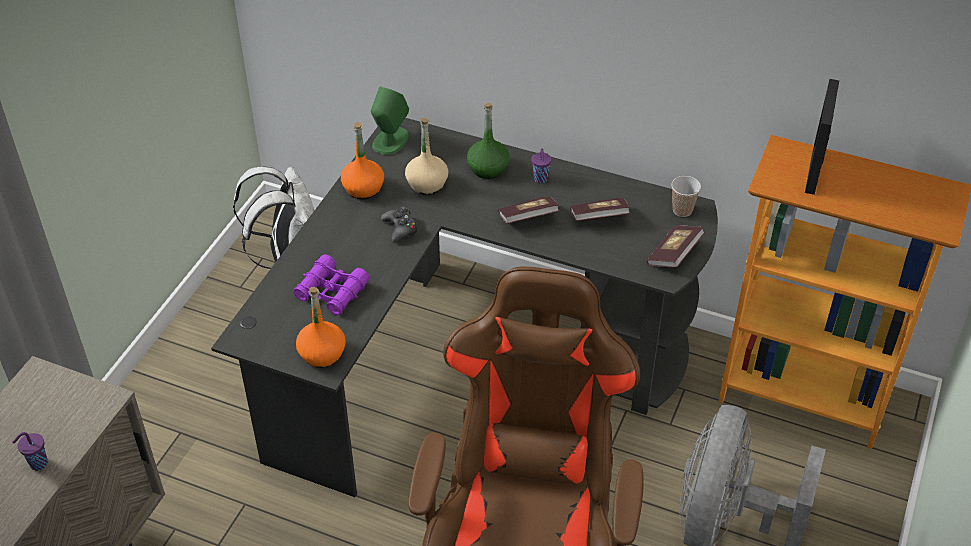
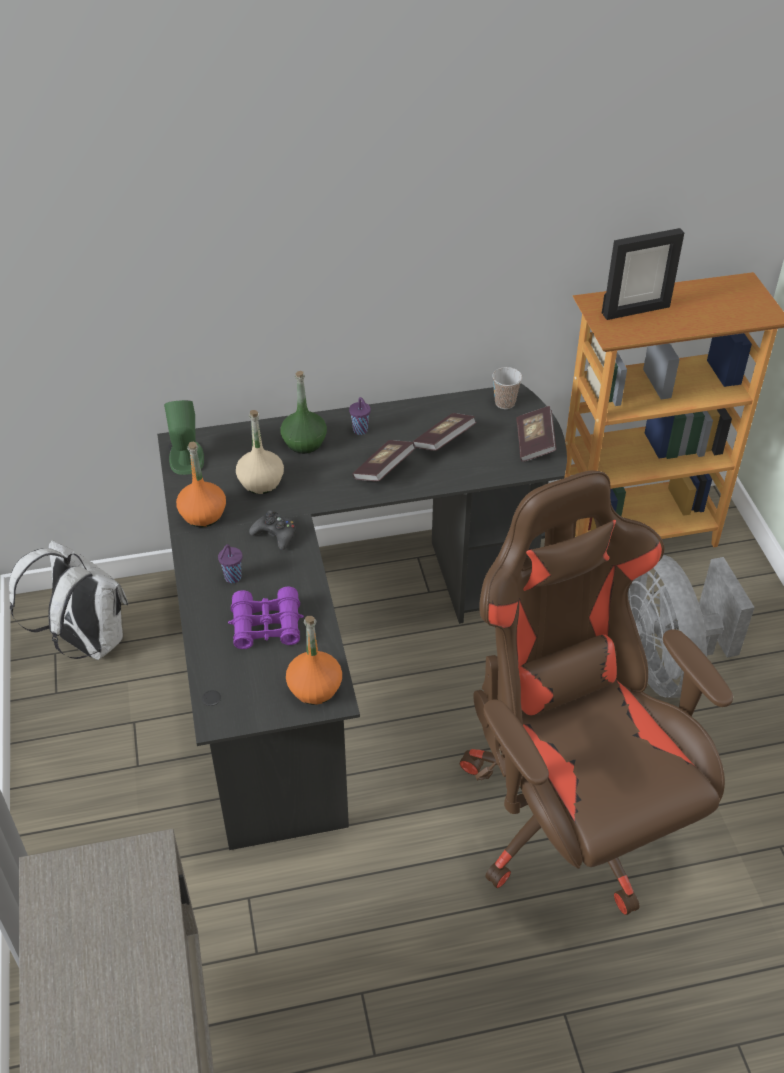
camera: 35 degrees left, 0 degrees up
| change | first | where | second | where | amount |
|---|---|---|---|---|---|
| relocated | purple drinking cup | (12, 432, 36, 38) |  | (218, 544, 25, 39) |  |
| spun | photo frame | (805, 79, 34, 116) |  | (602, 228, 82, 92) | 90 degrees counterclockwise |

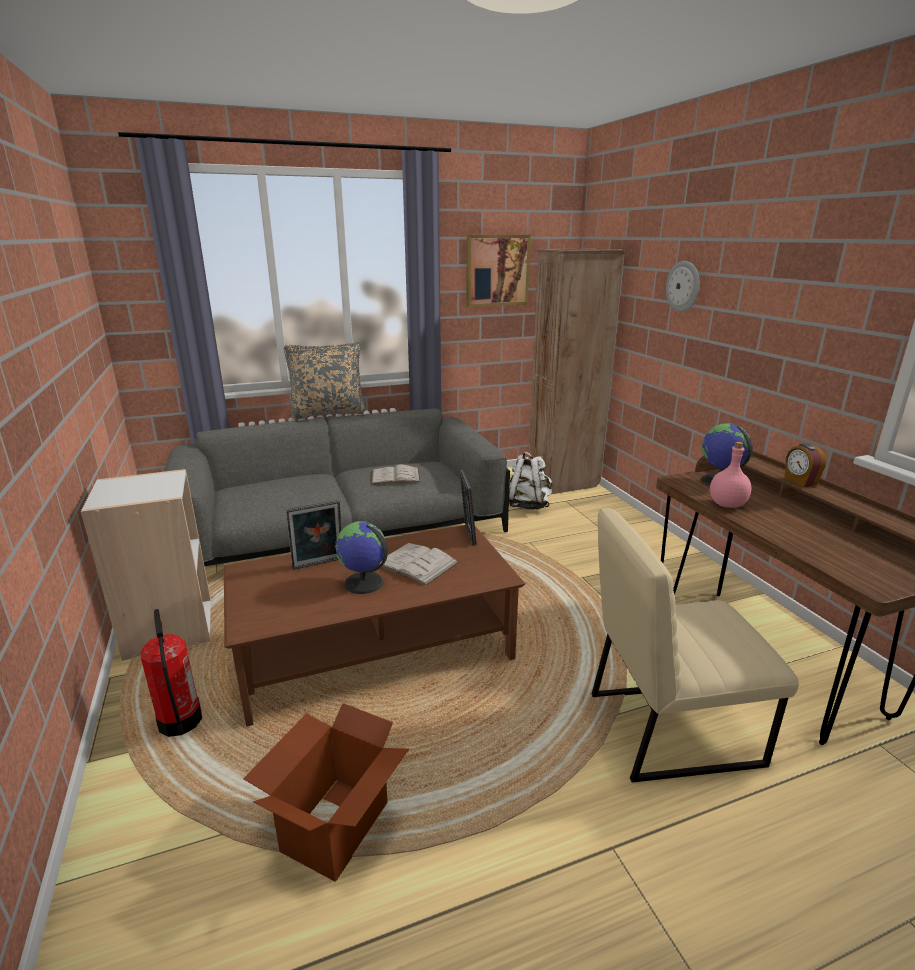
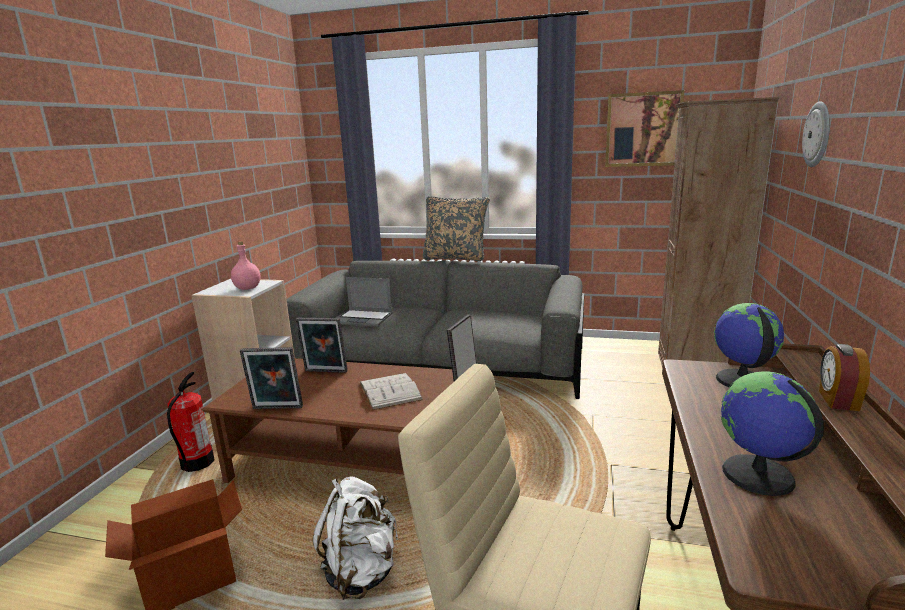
camera: 35 degrees right, 5 degrees down
| change | first | where | second | where | amount |
|---|---|---|---|---|---|
| missing | white-coloured book | (371, 464, 49, 21) |  |  |  |
| appeared |  |  | photo frame | (240, 347, 63, 62) |  |
| appeared |  |  | laptop | (338, 277, 54, 50) |  |
| relocated | world globe | (335, 521, 53, 73) |  | (721, 371, 103, 125) |  |
| relocated | white-coloured backpack | (509, 452, 44, 58) |  | (312, 477, 86, 123) |  |
| relocated | pinkish bottle | (710, 442, 42, 66) |  | (231, 241, 30, 49) |  |

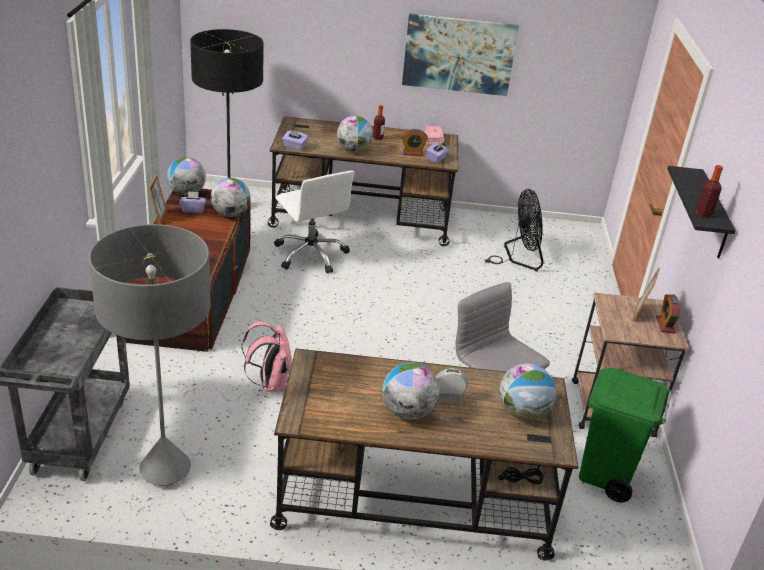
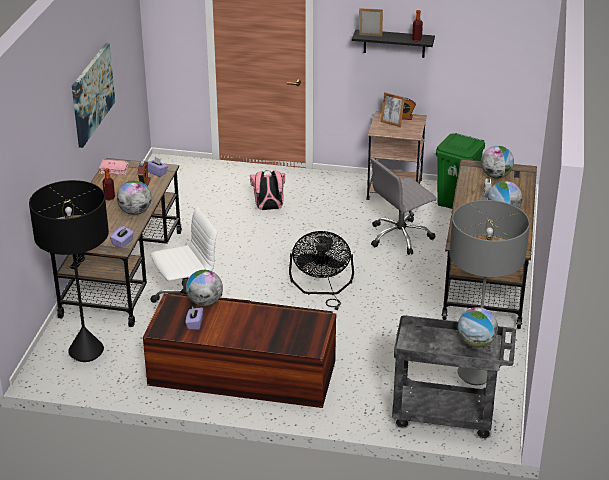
camera: 80 degrees left, 0 degrees up
| change | first | where | second | where | amount |
|---|---|---|---|---|---|
| relocated | photo frame | (149, 174, 18, 50) |  | (359, 8, 24, 28) |  |
| relocated | world globe | (167, 157, 39, 39) |  | (457, 307, 41, 41) |  |
| relocated | pinkish backpack | (242, 322, 50, 70) |  | (250, 170, 35, 40) |  |
| relocated | black-coloured fan | (484, 189, 59, 83) |  | (289, 231, 65, 79) |  |

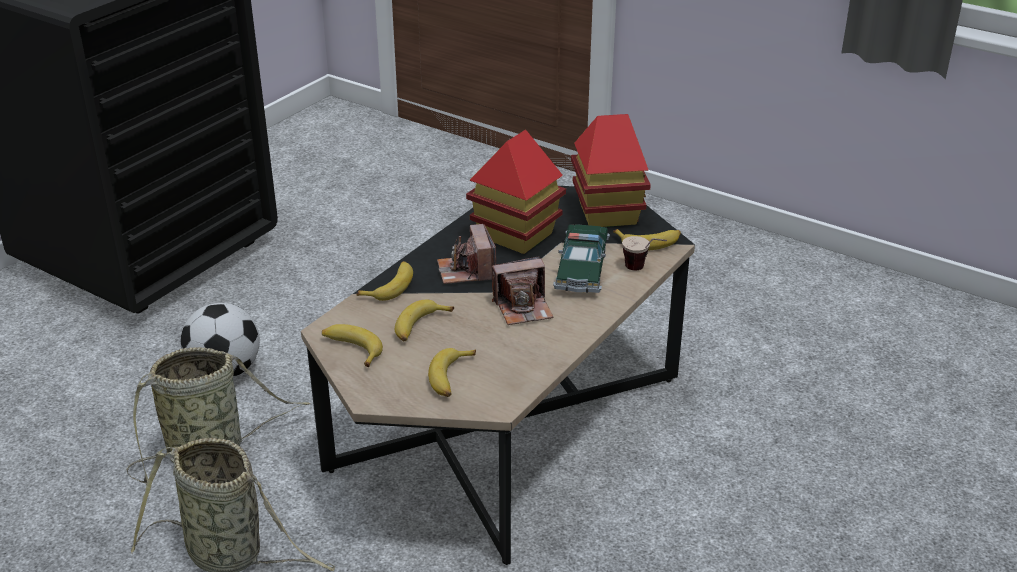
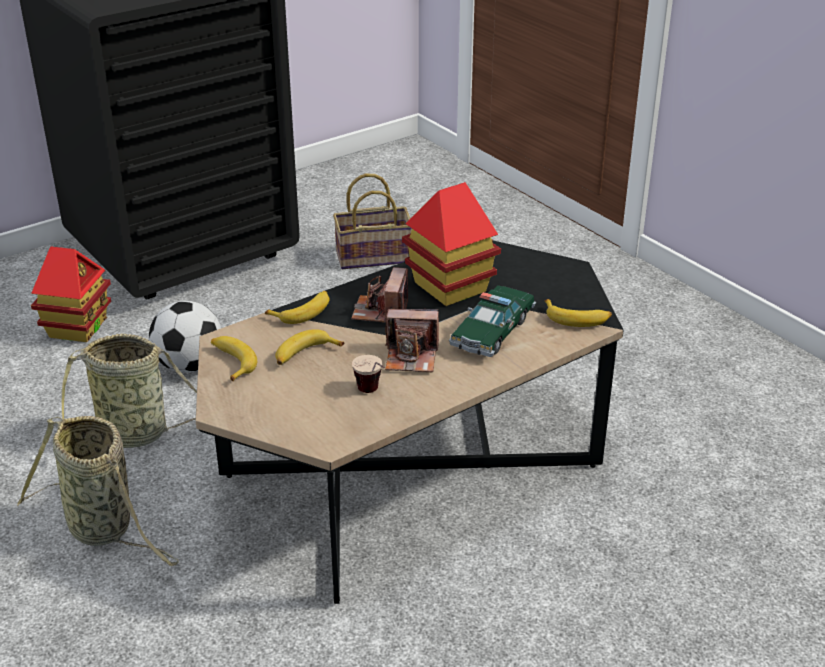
camera: 20 degrees right, 0 degrees up
| change | first | where | second | where | amount |
|---|---|---|---|---|---|
| missing | banana | (428, 348, 48, 49) |  |  |  |
| appeared |  |  | storage basket | (333, 173, 79, 96) |  |
| relocated | model house | (571, 114, 80, 113) |  | (31, 247, 80, 95) |  |
| relocated | drinking cup | (622, 236, 45, 35) |  | (352, 355, 33, 38) |  |

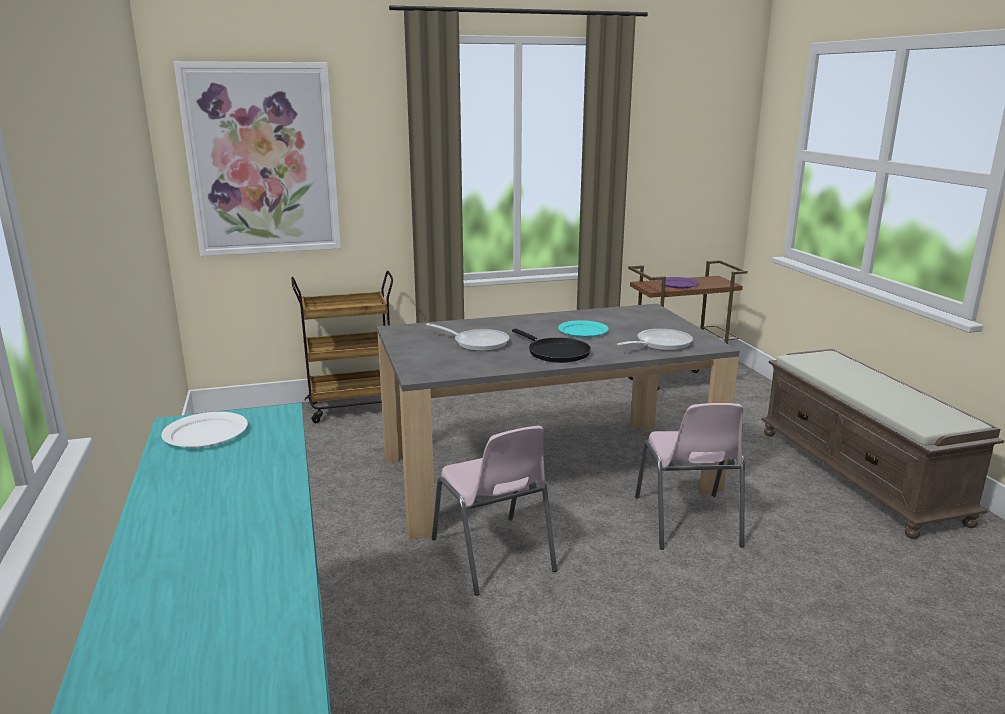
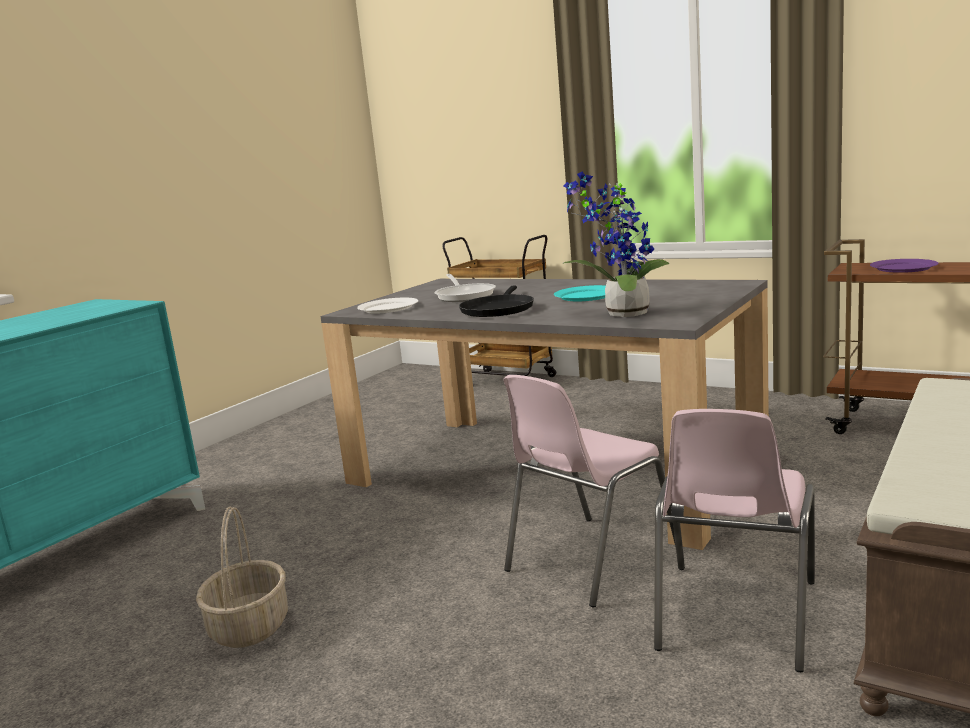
camera: 50 degrees right, 5 degrees down
| change | first | where | second | where | amount |
|---|---|---|---|---|---|
| missing | wall art | (174, 61, 167, 195) |  |  |  |
| appeared |  |  | storage basket | (196, 506, 92, 142) |  |
| relocated | white-coloured dinner plate | (161, 412, 87, 36) |  | (357, 298, 61, 16) |  |
| relocated | pinkish upright chair | (432, 426, 125, 170) |  | (654, 409, 161, 263) |  |
| exchanged | frying pan | (617, 329, 76, 22) | plant in a pot | (563, 172, 107, 145) |  |

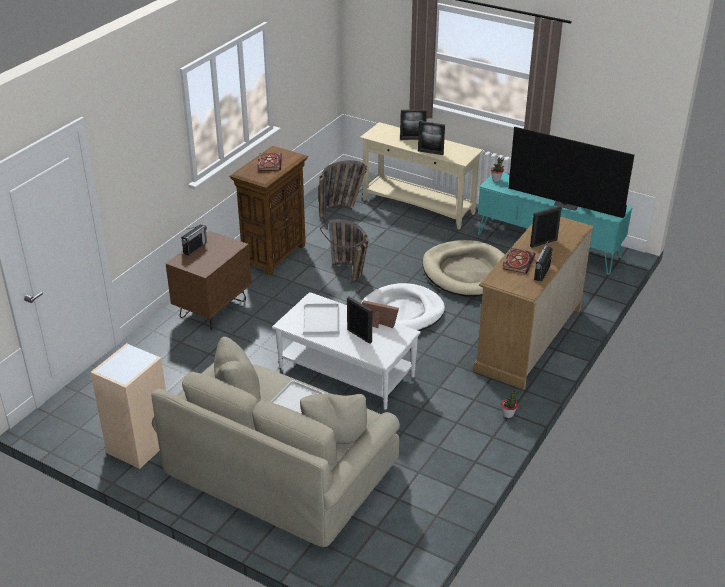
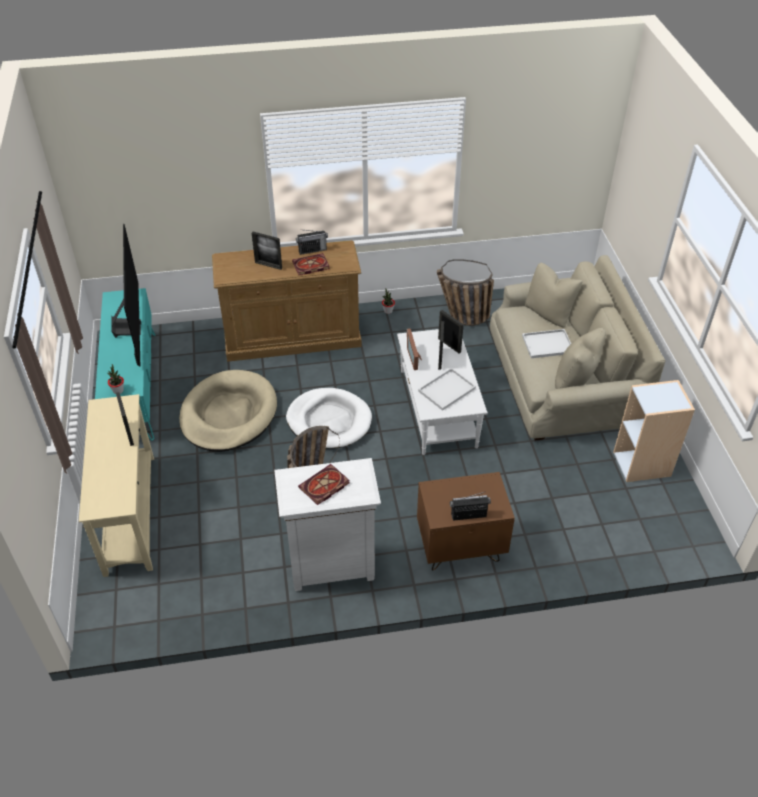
camera: 130 degrees left, 10 degrees up
| change | first | where | second | where | amount |
|---|---|---|---|---|---|
| relocated | storage basket | (319, 160, 48, 61) |  | (437, 259, 57, 67) |  |
| relocated | photo frame | (400, 109, 27, 31) |  | (438, 310, 26, 43) |  |
| colour | brown-coloured cupboard | (229, 146, 79, 129) | white-coloured cupboard | (274, 458, 107, 133) |  |

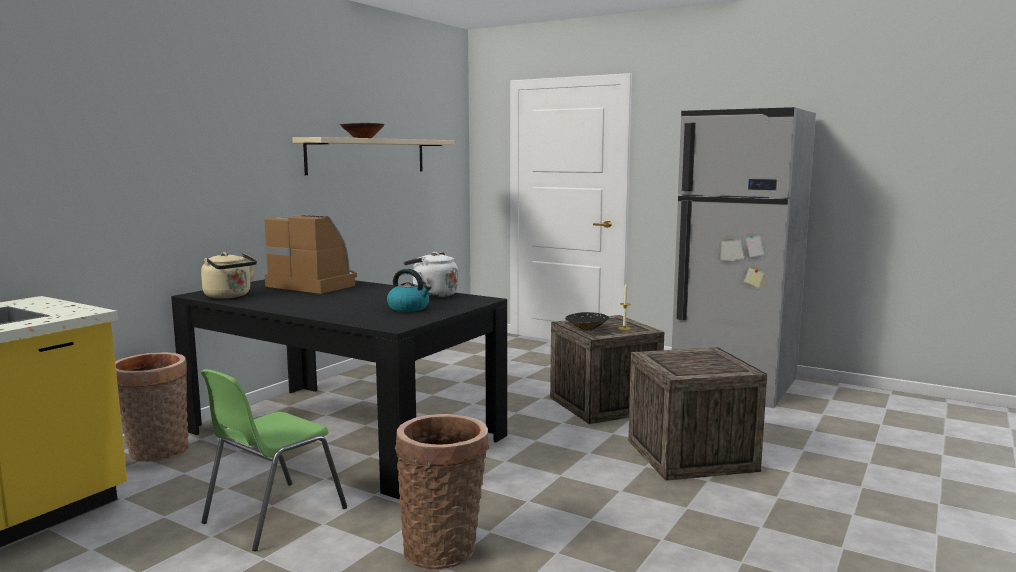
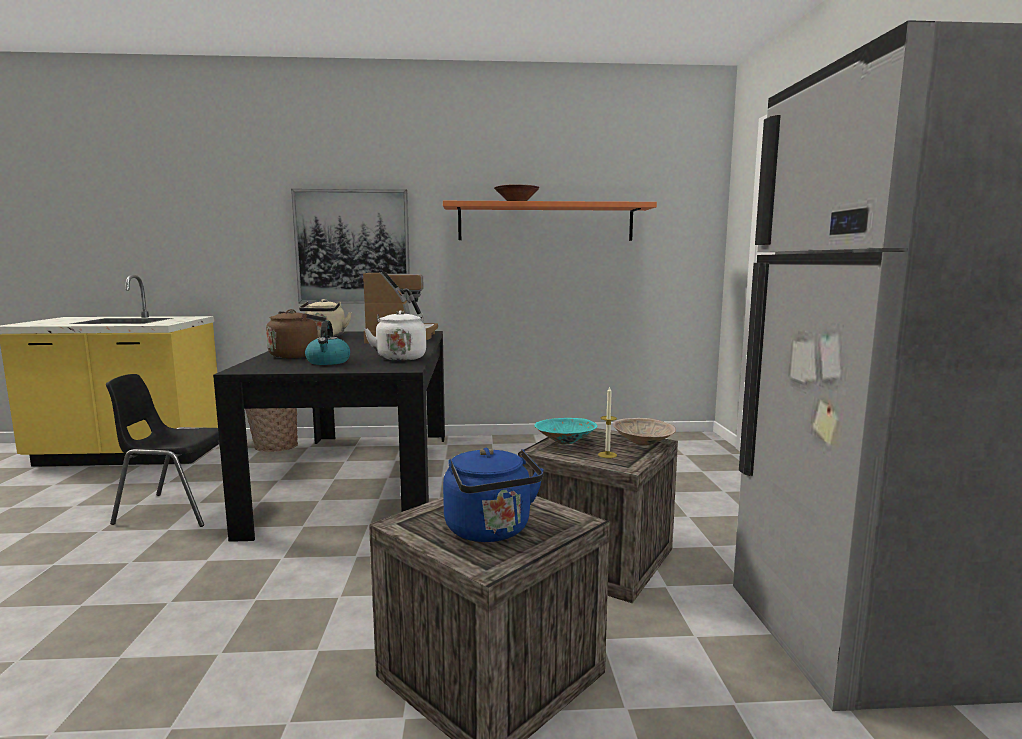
camera: 55 degrees right, 0 degrees up
| change | first | where | second | where | amount |
|---|---|---|---|---|---|
| missing | storage basket | (395, 414, 94, 155) |  |  |  |
| appeared |  |  | brown-coloured tea kettle | (266, 309, 60, 49) |  |
| appeared |  |  | wall art | (291, 189, 120, 115) |  |
| appeared |  |  | blue tea kettle | (443, 448, 101, 94) |  |
| appeared |  |  | beige-coloured deep dish | (613, 418, 63, 28) |  |
| colour | greenish upright chair | (201, 369, 146, 182) | black-coloured upright chair | (106, 374, 114, 153) |  |
| colour | beige-coloured wall shelf | (292, 137, 162, 38) | orangey wall shelf | (443, 201, 214, 40) |  |
| colour | black-coloured deep dish | (565, 312, 44, 19) | turquoise deep dish | (534, 418, 63, 26) |  |

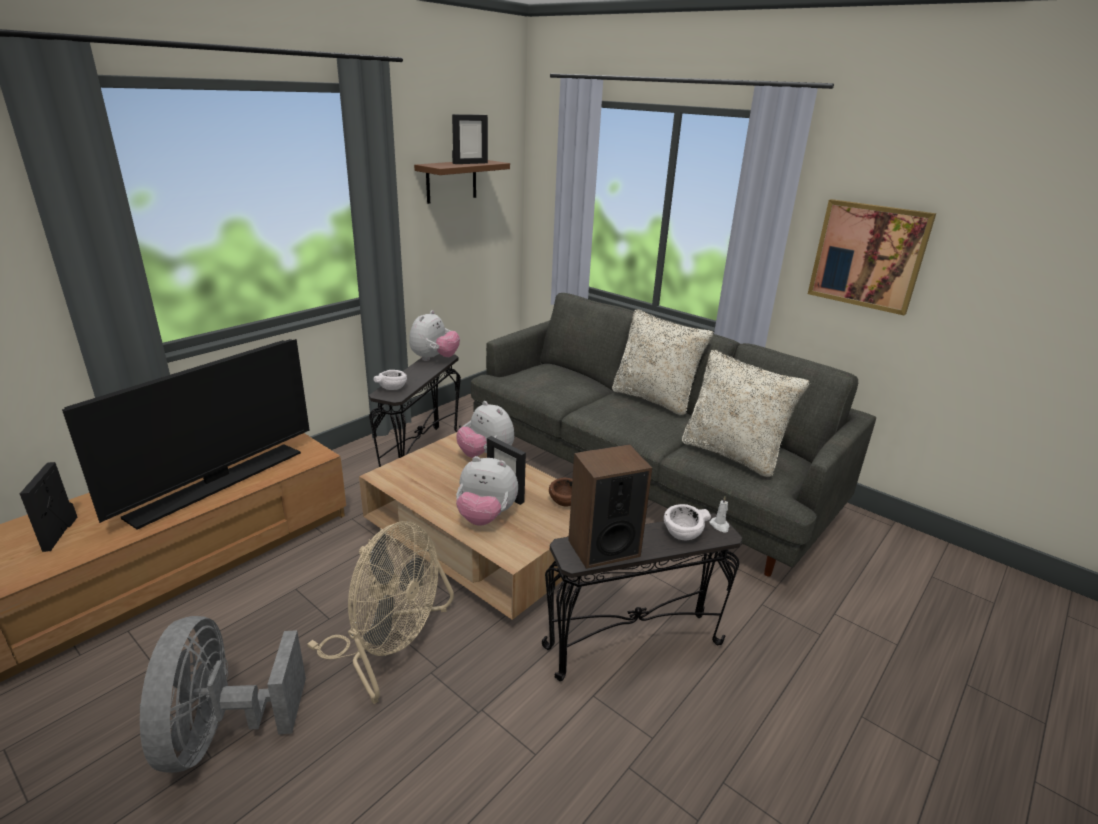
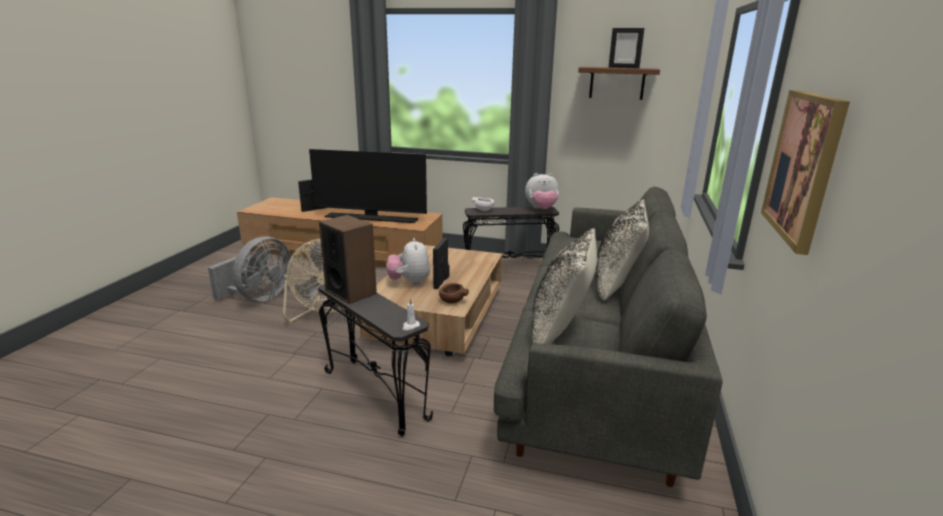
camera: 65 degrees right, 5 degrees down
| change | first | where | second | where | amount |
|---|---|---|---|---|---|
| missing | plush toy | (456, 401, 58, 57) |  |  |  |
| missing | white-coloured deep dish | (664, 504, 47, 36) |  |  |  |
| spun | gray fan | (140, 616, 166, 157) |  | (208, 236, 83, 65) | 150 degrees clockwise |

